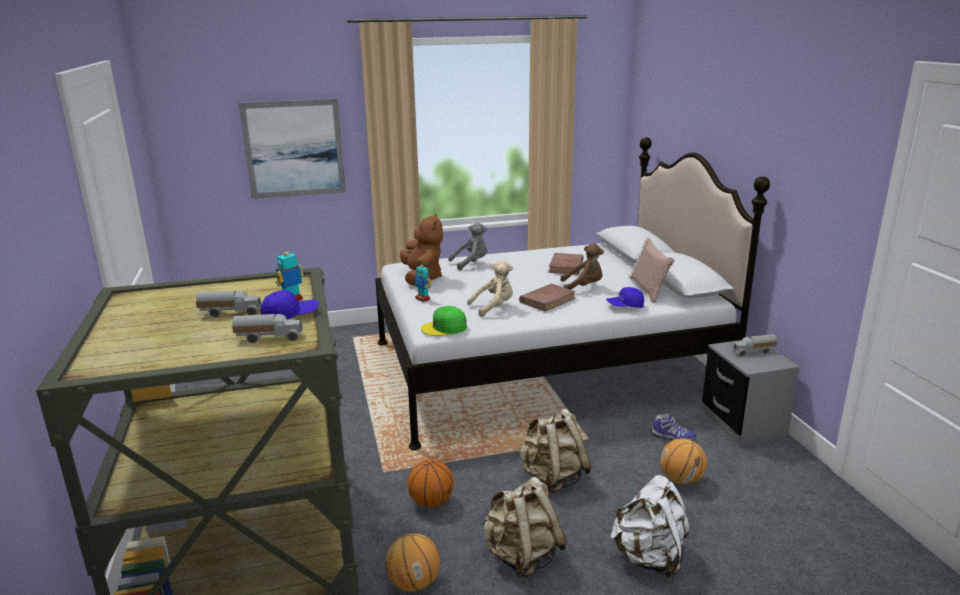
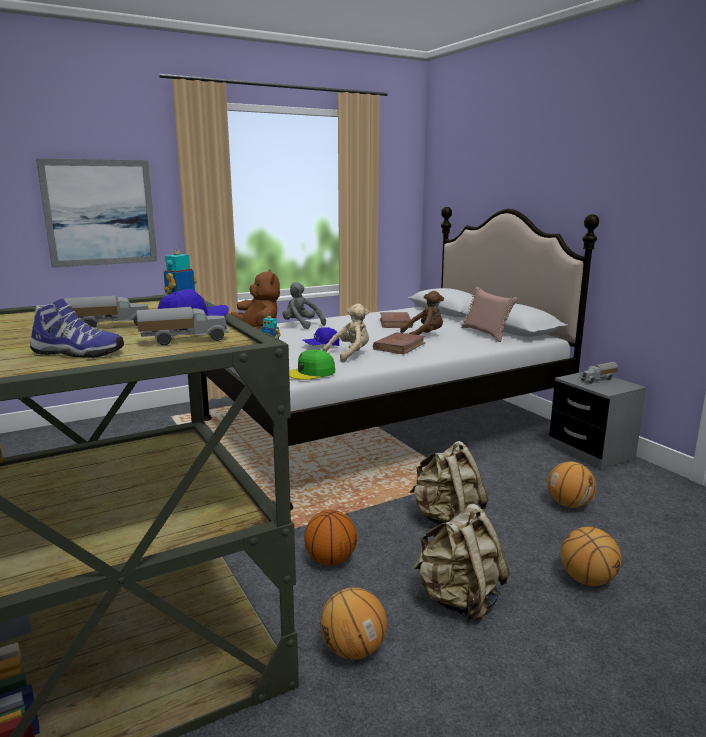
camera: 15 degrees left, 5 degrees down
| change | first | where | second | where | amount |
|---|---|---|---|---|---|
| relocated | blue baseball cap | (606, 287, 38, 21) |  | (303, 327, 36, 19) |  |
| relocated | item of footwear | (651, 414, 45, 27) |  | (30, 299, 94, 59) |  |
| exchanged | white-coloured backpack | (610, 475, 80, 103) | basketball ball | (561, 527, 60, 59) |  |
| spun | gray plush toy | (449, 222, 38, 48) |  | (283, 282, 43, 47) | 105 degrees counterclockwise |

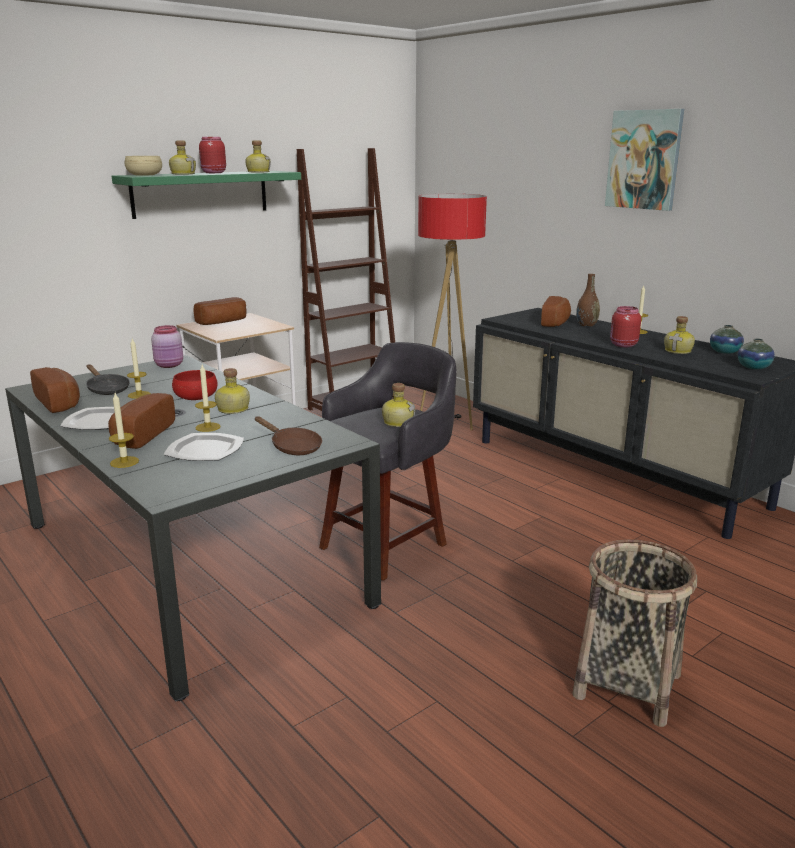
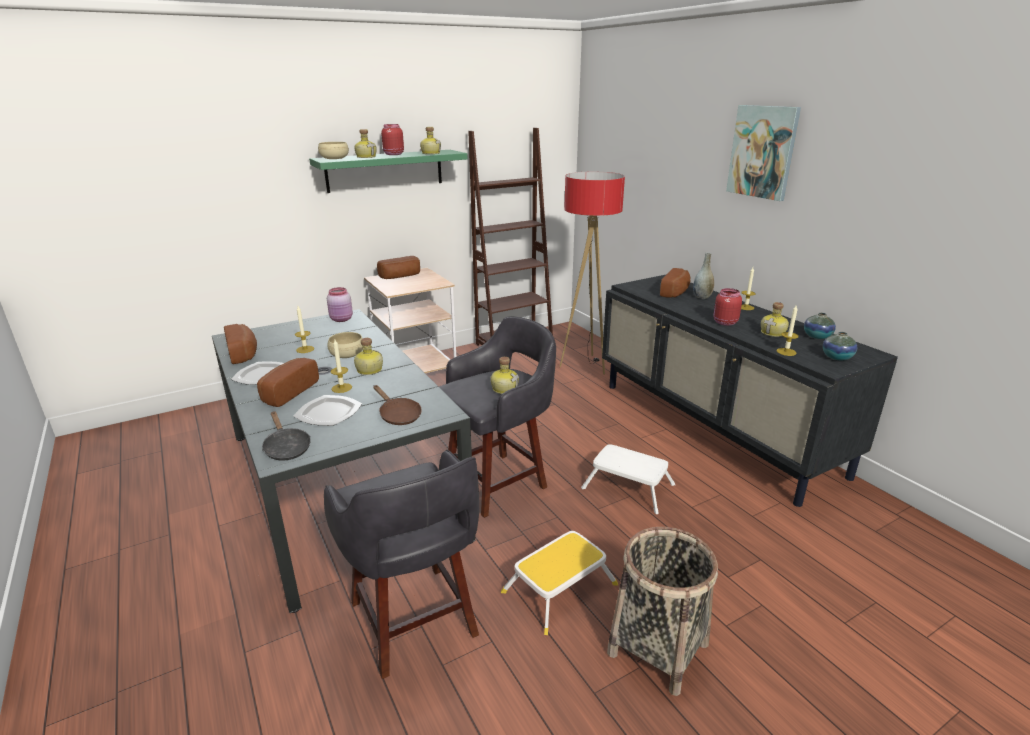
camera: 10 degrees right, 5 degrees up
| change | first | where | second | where | amount |
|---|---|---|---|---|---|
| appeared |  |  | gray stool seat | (324, 450, 155, 229) |  |
| appeared |  |  | yellowish step stool | (501, 531, 117, 104) |  |
| appeared |  |  | white-coloured step stool | (581, 444, 94, 70) |  |
| relocated | black-coloured frying pan | (86, 364, 44, 31) |  | (262, 411, 49, 50) |  |
| relocated | wax candle | (109, 393, 30, 75) |  | (777, 305, 22, 51) |  |
| colour | red deep dish | (172, 370, 46, 30) | beige-coloured deep dish | (327, 332, 36, 26) |  |
| colour | brown-coloured flower vase | (576, 274, 24, 52) | gray flower vase | (693, 252, 21, 47) |  |

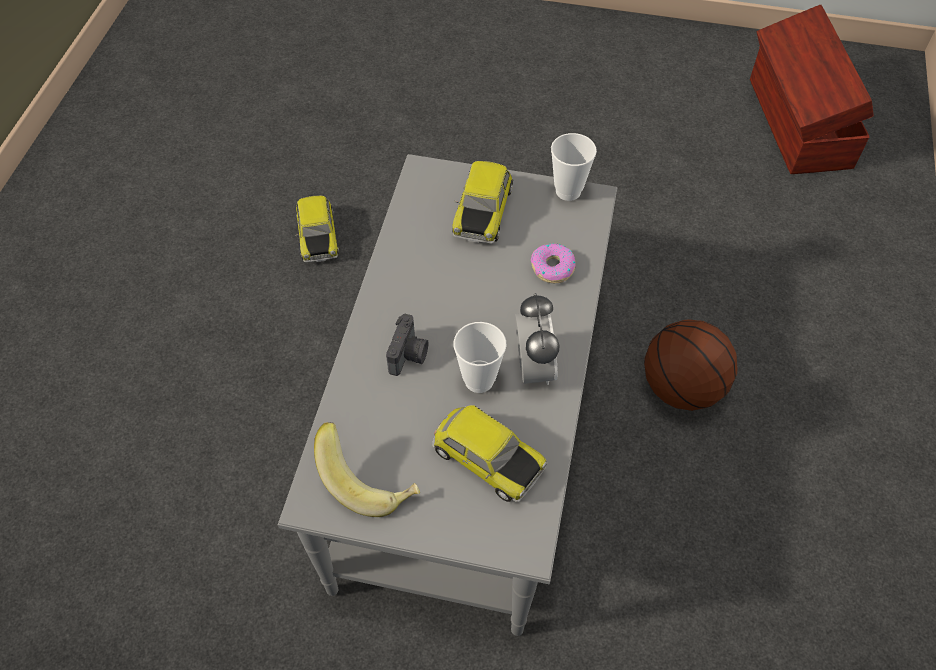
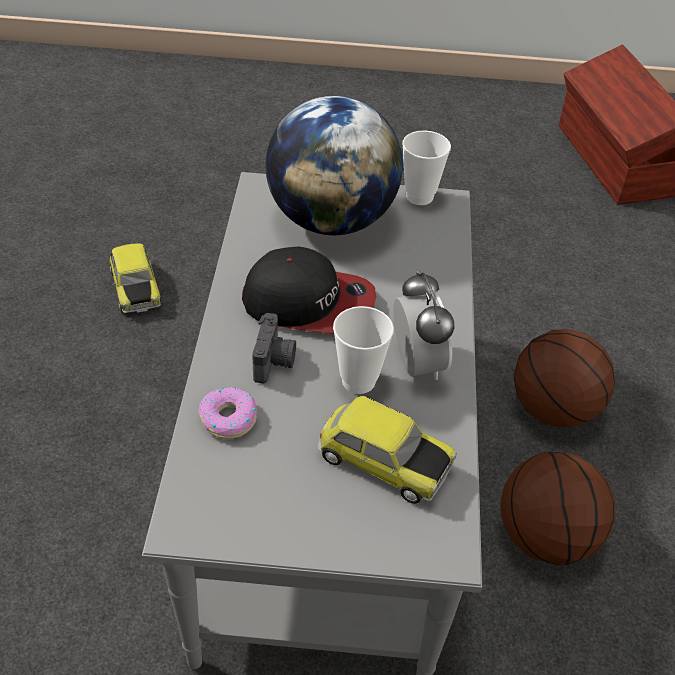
camera: 10 degrees left, 10 degrees down
| change | first | where | second | where | amount |
|---|---|---|---|---|---|
| missing | banana | (314, 422, 106, 95) |  |  |  |
| appeared |  |  | baseball cap | (242, 247, 134, 86) |  |
| appeared |  |  | basketball ball | (501, 452, 114, 113) |  |
| relocated | ring doughnut | (531, 243, 45, 40) |  | (198, 387, 59, 52) |  |
| exchanged | toy car | (452, 161, 61, 83) | world globe | (265, 96, 138, 139) |  |

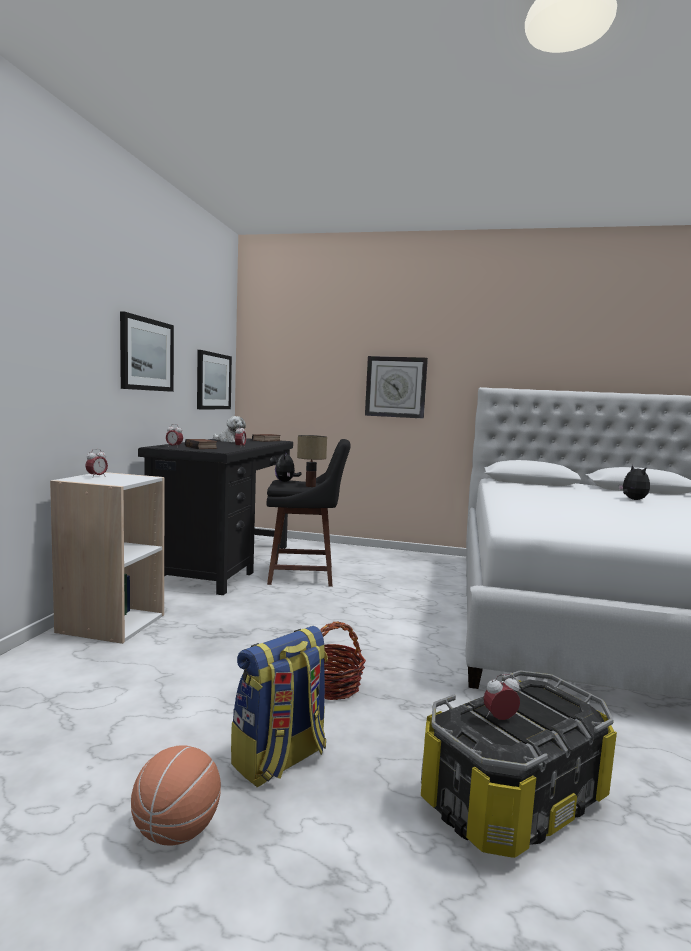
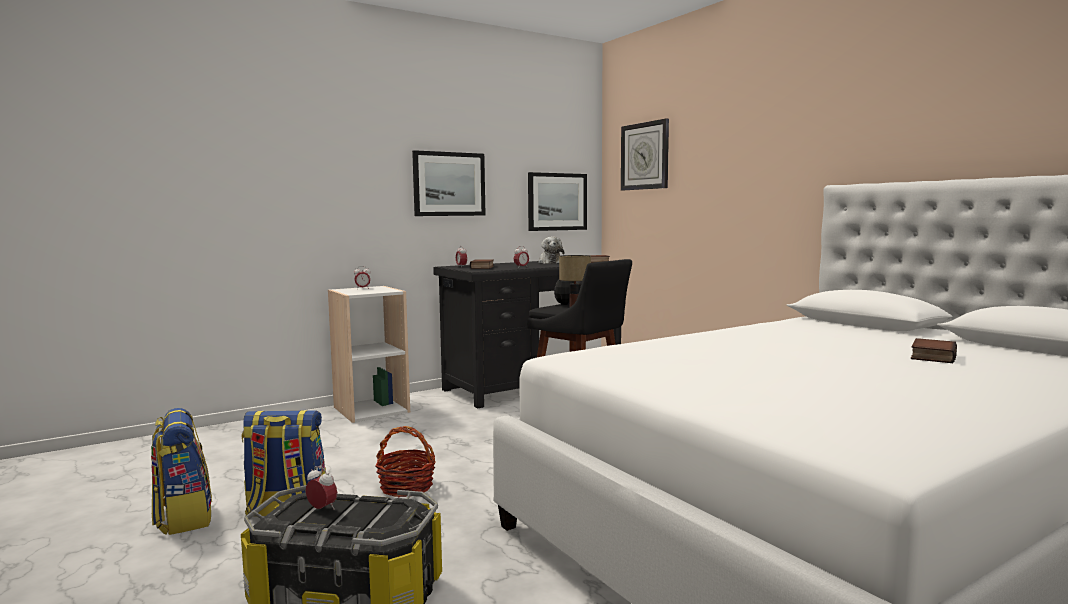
camera: 45 degrees right, 0 degrees up
| change | first | where | second | where | amount |
|---|---|---|---|---|---|
| relocated | wall clock | (365, 356, 63, 63) |  | (621, 119, 48, 71) |  |
| exchanged | basketball ball | (131, 745, 90, 100) | backpack | (151, 408, 61, 127) |  |
| exchanged | plush toy | (618, 465, 32, 35) | book | (911, 338, 46, 25) |  |

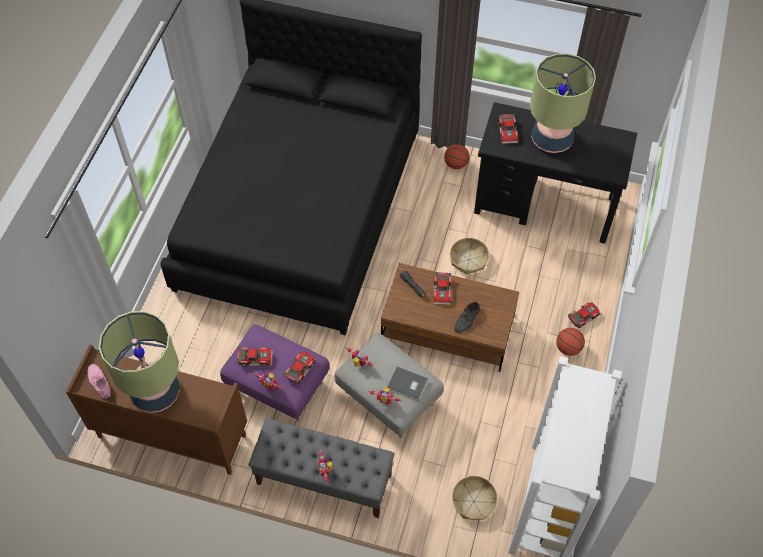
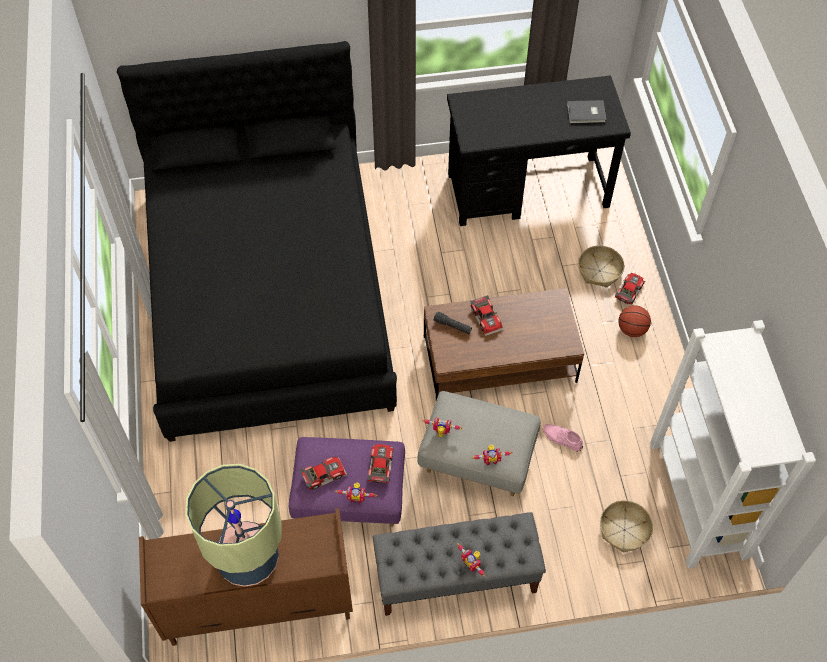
camera: 25 degrees left, 0 degrees up
| change | first | where | second | where | amount |
|---|---|---|---|---|---|
| missing | basketball ball | (444, 144, 25, 25) |  |  |  |
| missing | gray item of footwear | (454, 302, 26, 31) |  |  |  |
| missing | toy car | (499, 114, 19, 30) |  |  |  |
| missing | table lamp | (530, 53, 66, 100) |  |  |  |
| relocated | pinkish item of footwear | (88, 364, 23, 35) |  | (543, 424, 40, 27) |  |
| relocated | gray book | (387, 367, 41, 34) |  | (567, 100, 39, 23) |  |
| relocated | storage basket | (450, 238, 39, 37) |  | (578, 245, 46, 43) |  |

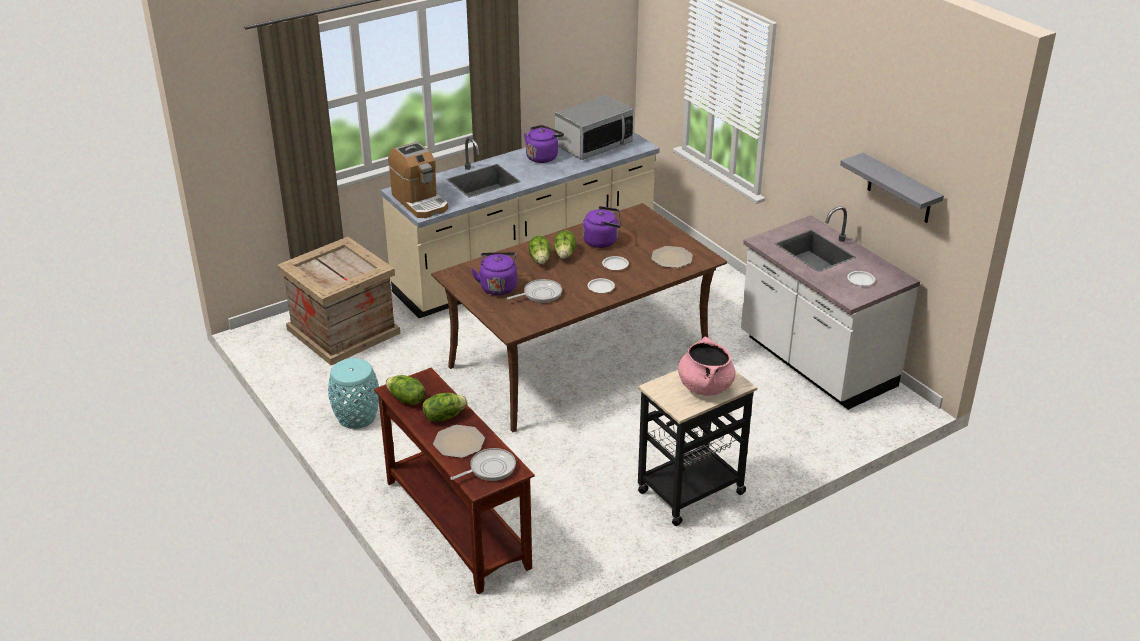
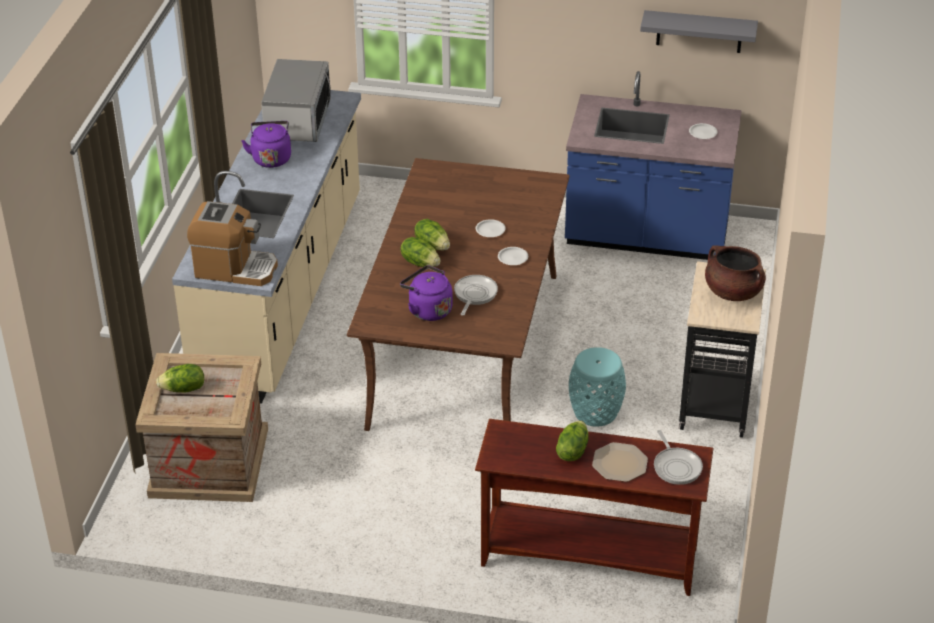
camera: 45 degrees left, 5 degrees up
| change | first | where | second | where | amount |
|---|---|---|---|---|---|
| missing | purple tea kettle | (583, 206, 38, 42) |  |  |  |
| missing | dinner plate | (651, 246, 42, 22) |  |  |  |
| relocated | turquoise stool seat | (328, 358, 51, 71) |  | (569, 347, 57, 80) |  |
| relocated | lettuce | (386, 375, 39, 30) |  | (156, 364, 48, 29) |  |
| colour | pinkish saucepot | (678, 337, 58, 59) | brown-coloured saucepot | (705, 245, 61, 56) |  |
| colour | white-coloured kitchen base unit | (741, 206, 179, 204) | blue kitchen base unit | (565, 71, 177, 189) |  |
| spun | frying pan | (450, 448, 66, 33) |  | (654, 430, 49, 55) | 150 degrees clockwise |

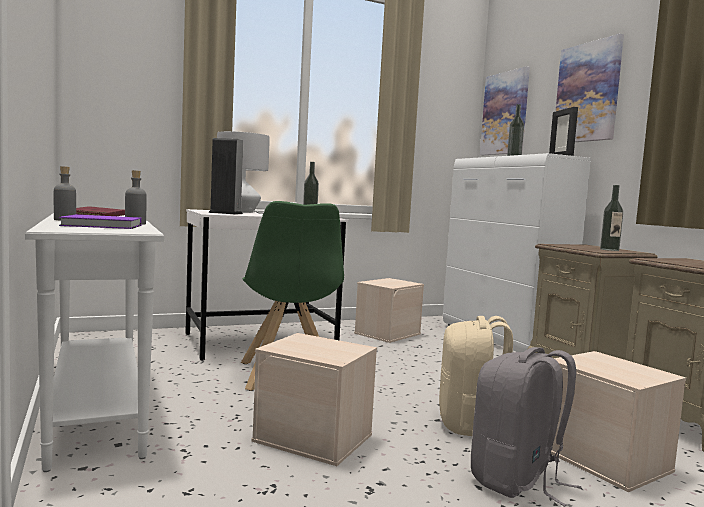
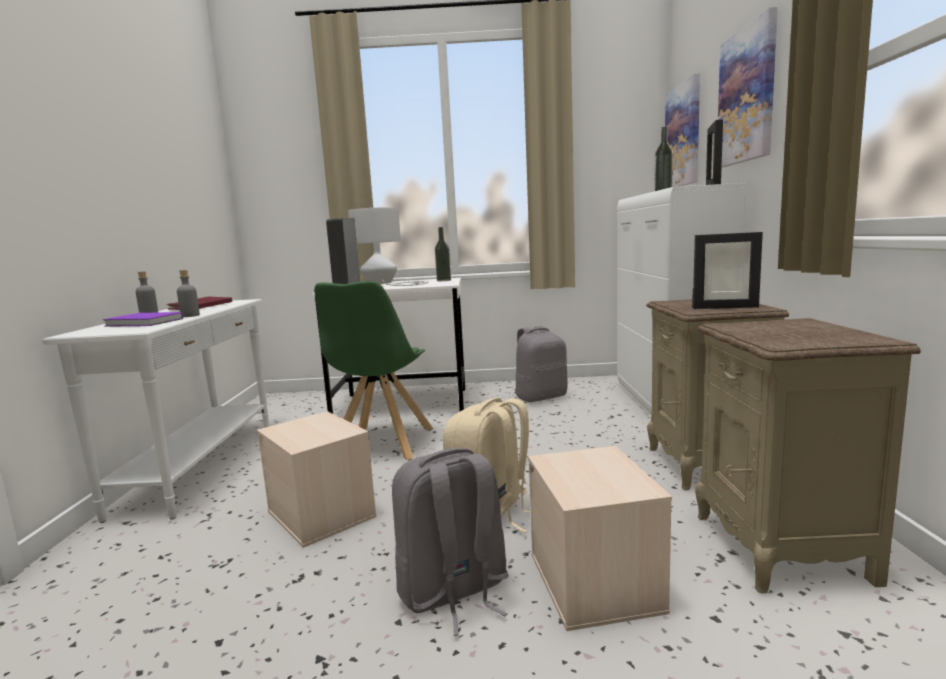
camera: 25 degrees right, 5 degrees up
| change | first | where | second | where | amount |
|---|---|---|---|---|---|
| exchanged | beige-coloured storage bin | (354, 278, 70, 65) | gray backpack | (515, 326, 53, 76) |  |
| exchanged | bottle | (600, 185, 23, 66) | photo frame | (692, 232, 71, 77) |  |

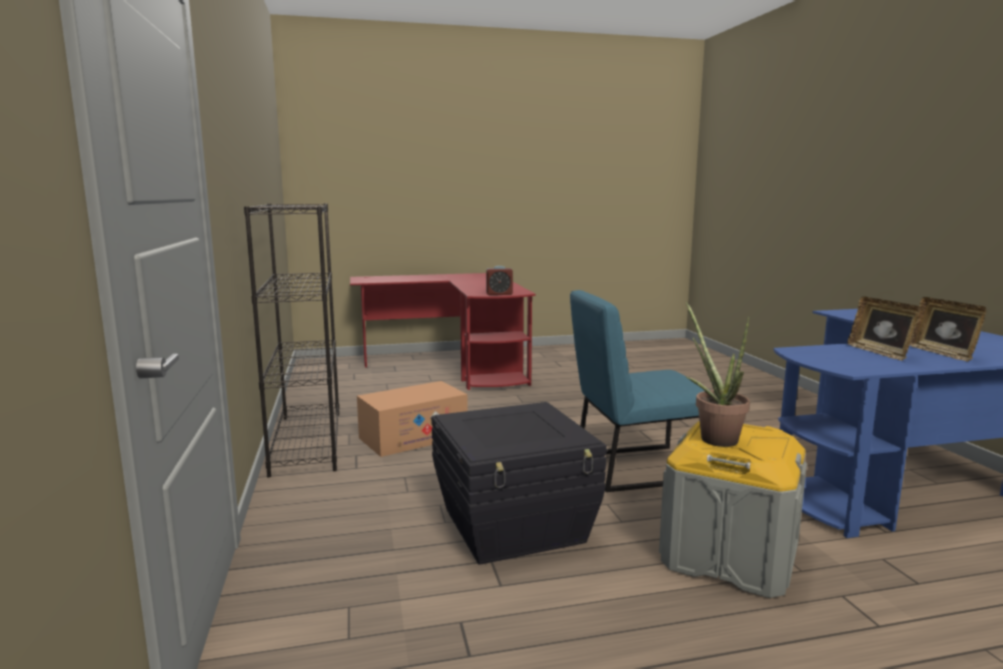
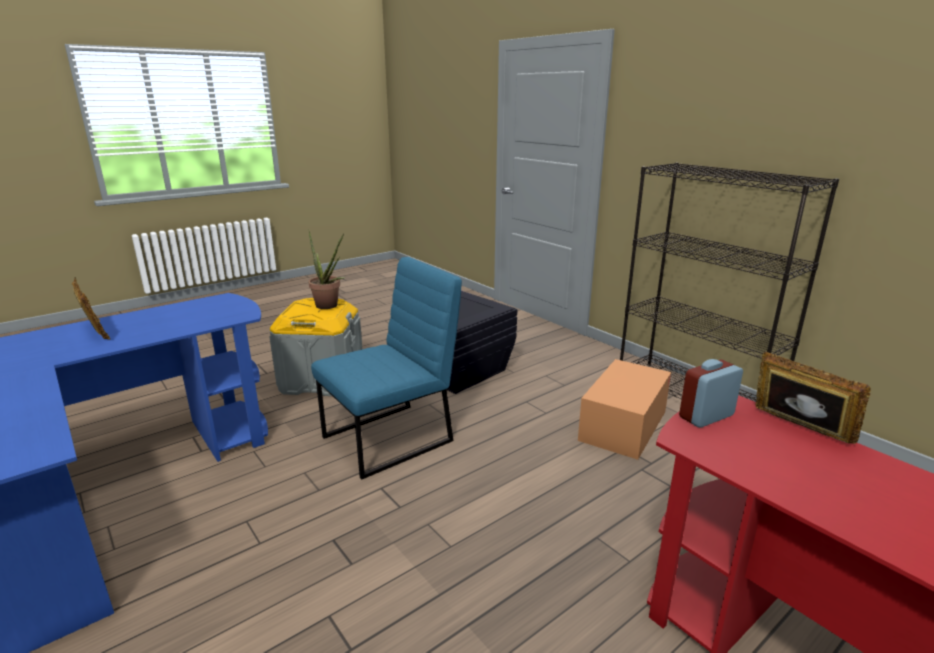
camera: 155 degrees right, 10 degrees up
| change | first | where | second | where | amount |
|---|---|---|---|---|---|
| relocated | photo frame | (848, 296, 72, 64) |  | (755, 352, 116, 92) |  |

